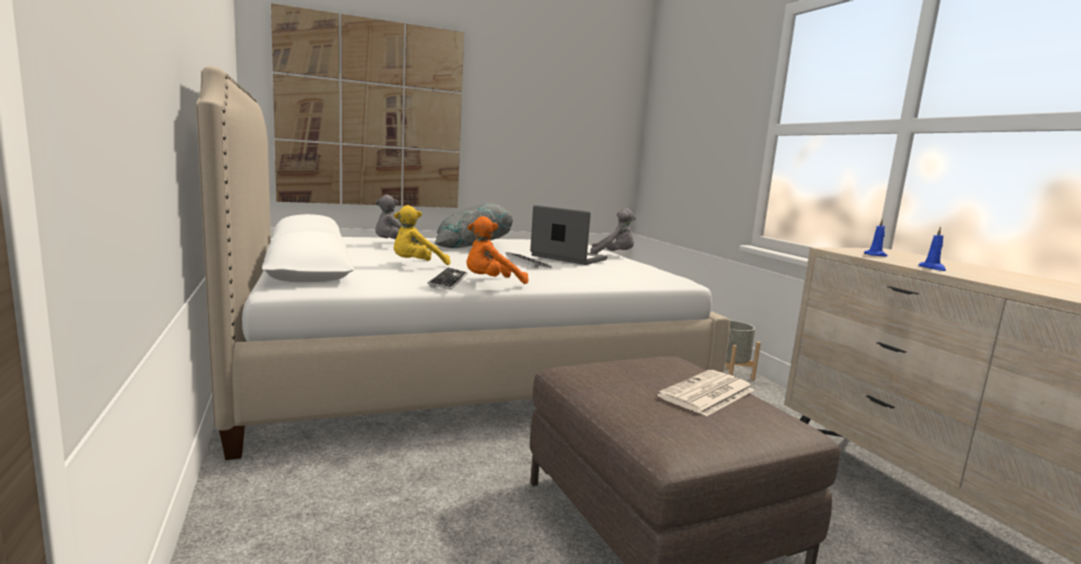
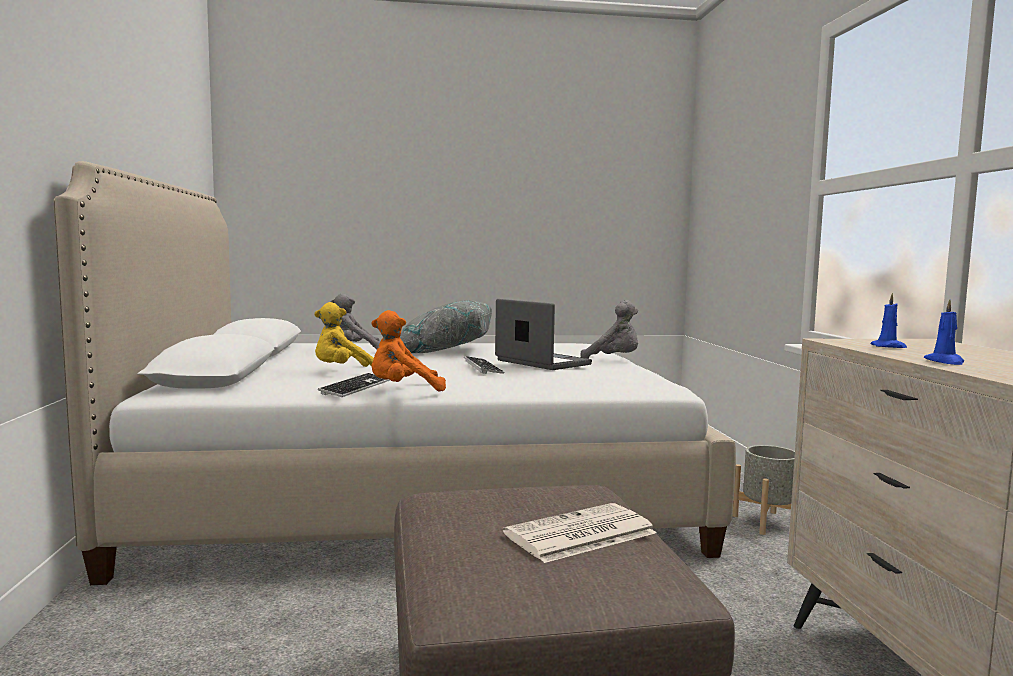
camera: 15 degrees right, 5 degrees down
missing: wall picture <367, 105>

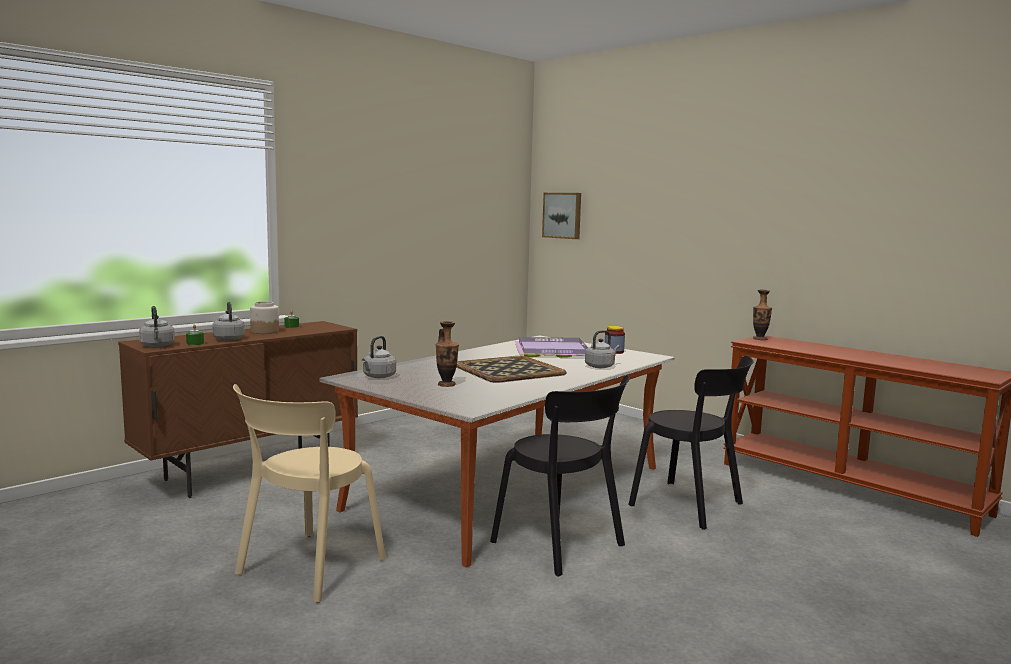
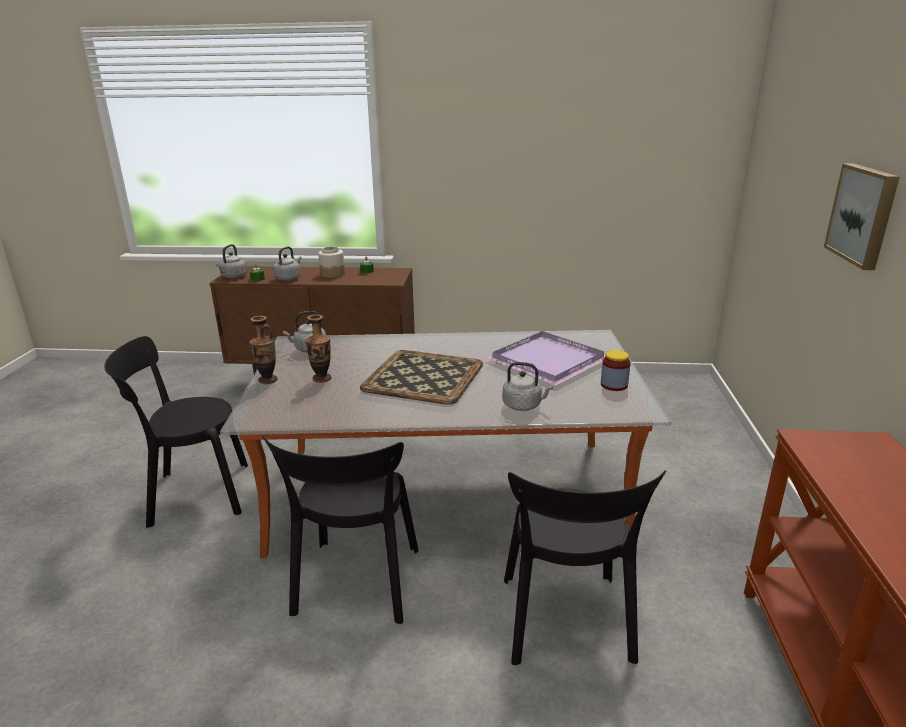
camera: 50 degrees right, 15 degrees up
relocated: decorative vase <762, 314> to <263, 350>; wall picture <561, 216> to <862, 217>
colour: beige-coloured chair <309, 493> to blackish chair <176, 432>

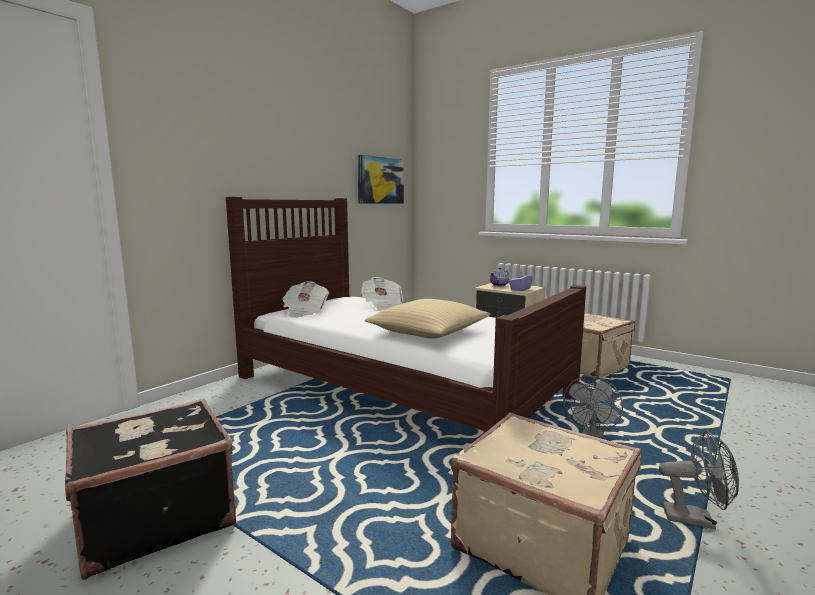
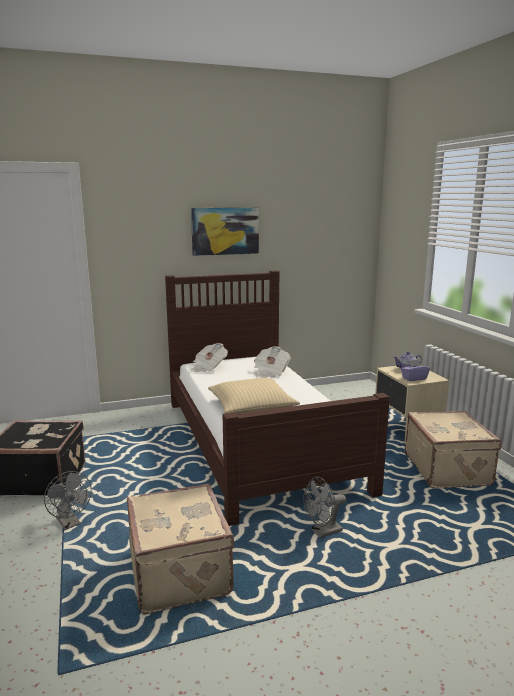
camera: 35 degrees right, 5 degrees up
relocated: greyish electric fan <699, 479> to <68, 500>; wall picture <381, 179> to <225, 232>

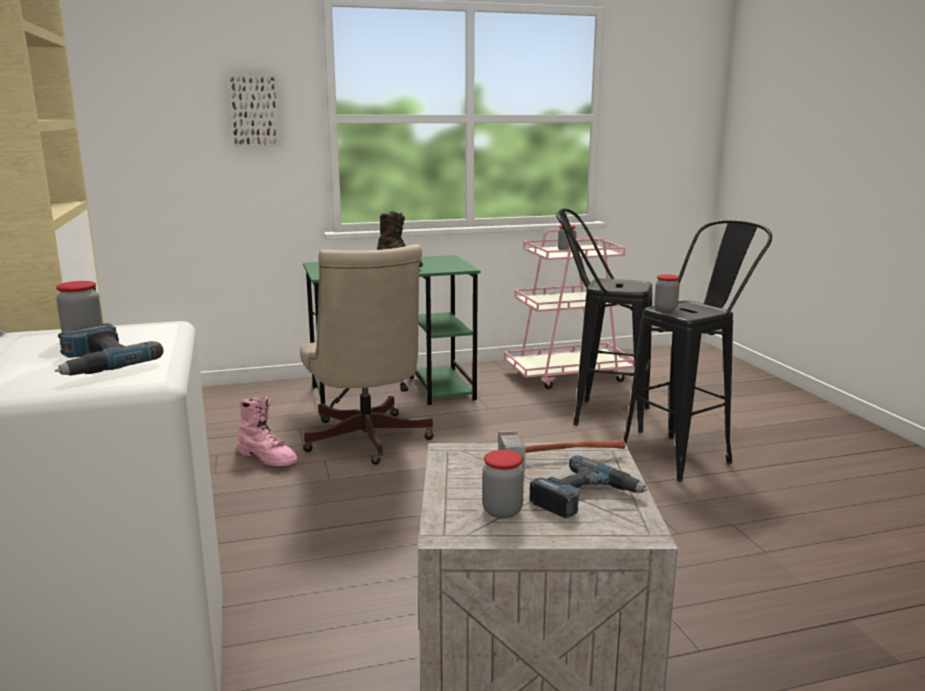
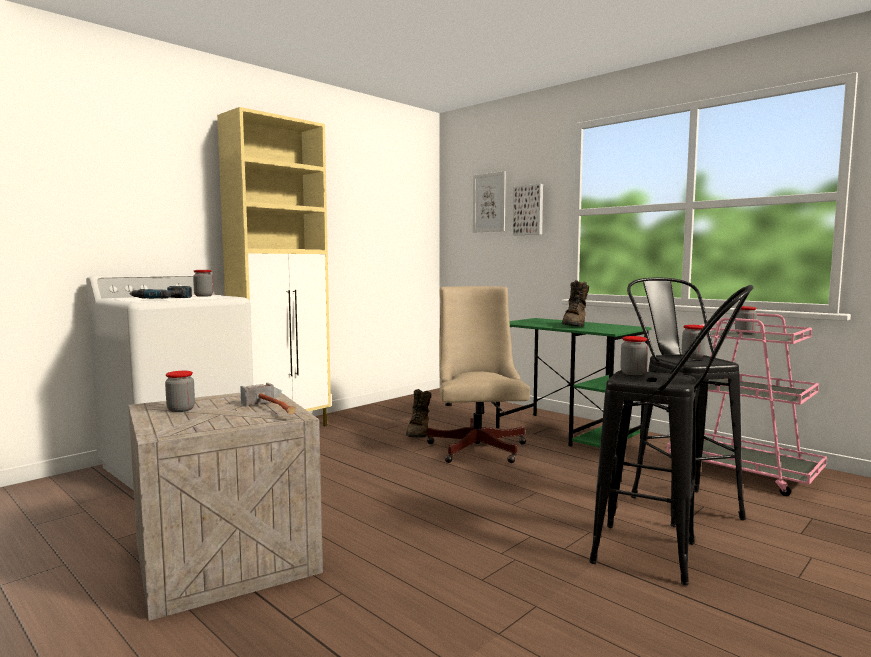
camera: 60 degrees right, 10 degrees down
missing: power drill <589, 486>
appeared: wall picture <489, 202>; storage jar <694, 341>
colour: pinkish high-top boot <267, 431> to brown-coloured high-top boot <418, 413>
spun: beige-coloured computer chair <367, 354> = <478, 374> 135 degrees clockwise

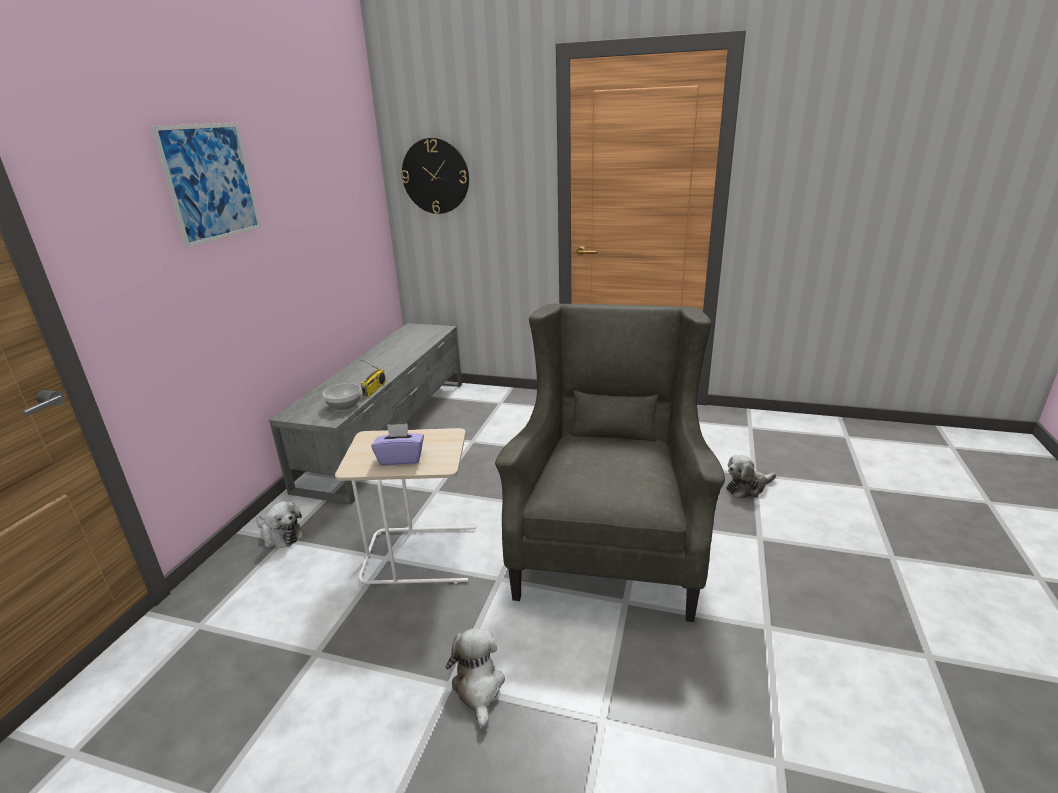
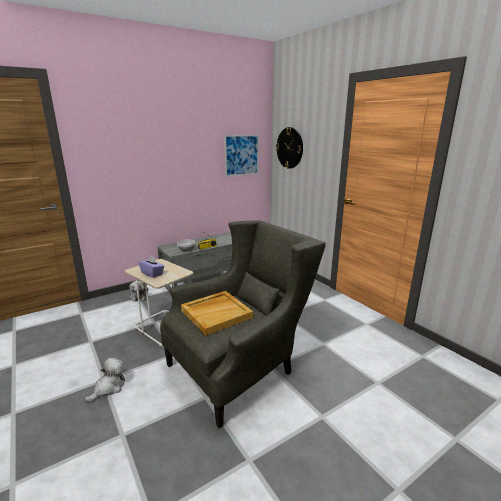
camera: 40 degrees right, 5 degrees down
missing: plush toy <751, 476>
appeared: beige-coloured tray <217, 313>
relocated: wall picture <206, 185> to <241, 156>

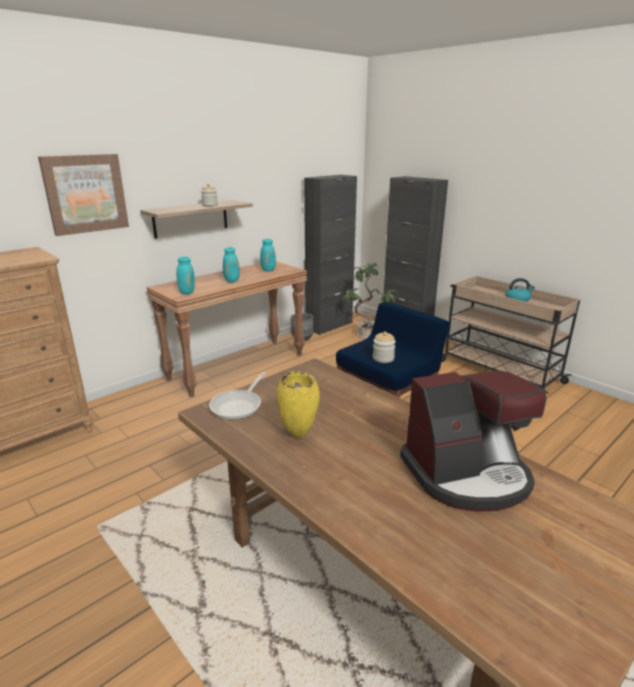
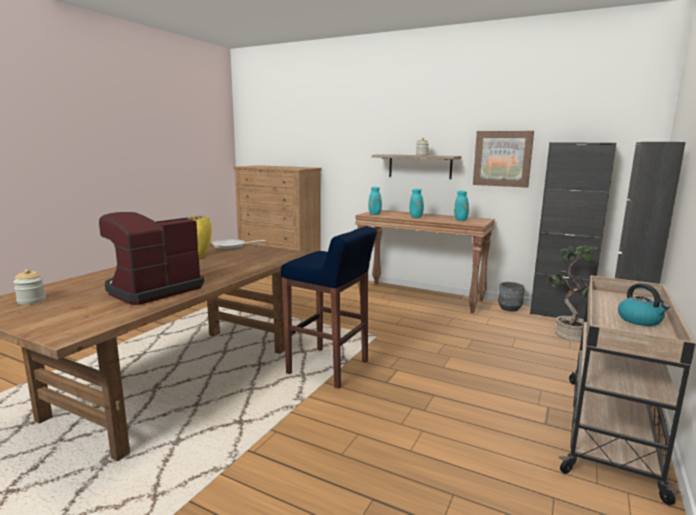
camera: 70 degrees right, 10 degrees down
relocated: storage jar <384, 347> to <29, 287>; wall picture <83, 195> to <503, 159>
spun: coffee brewer <473, 441> = <151, 258> 75 degrees clockwise

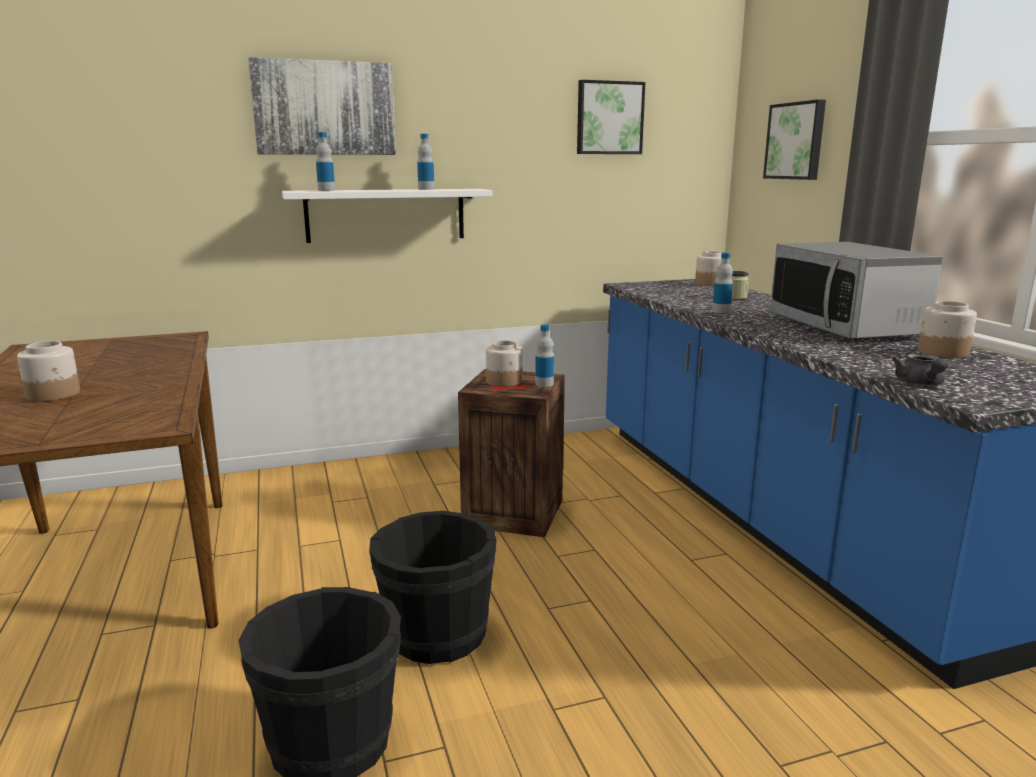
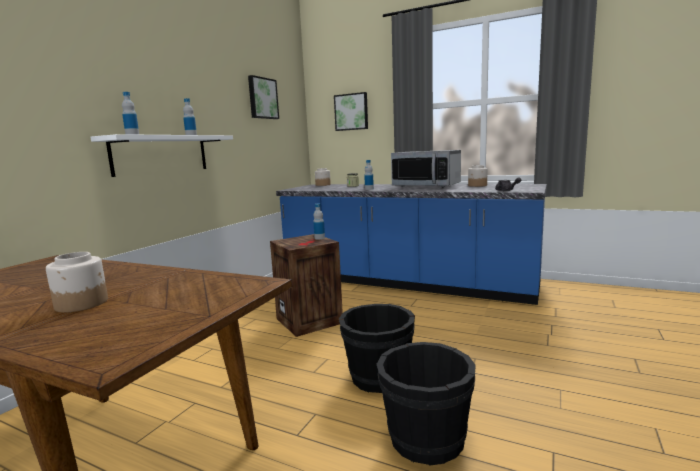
camera: 45 degrees left, 5 degrees down
missing: wall picture <322, 106>; storage jar <504, 363>

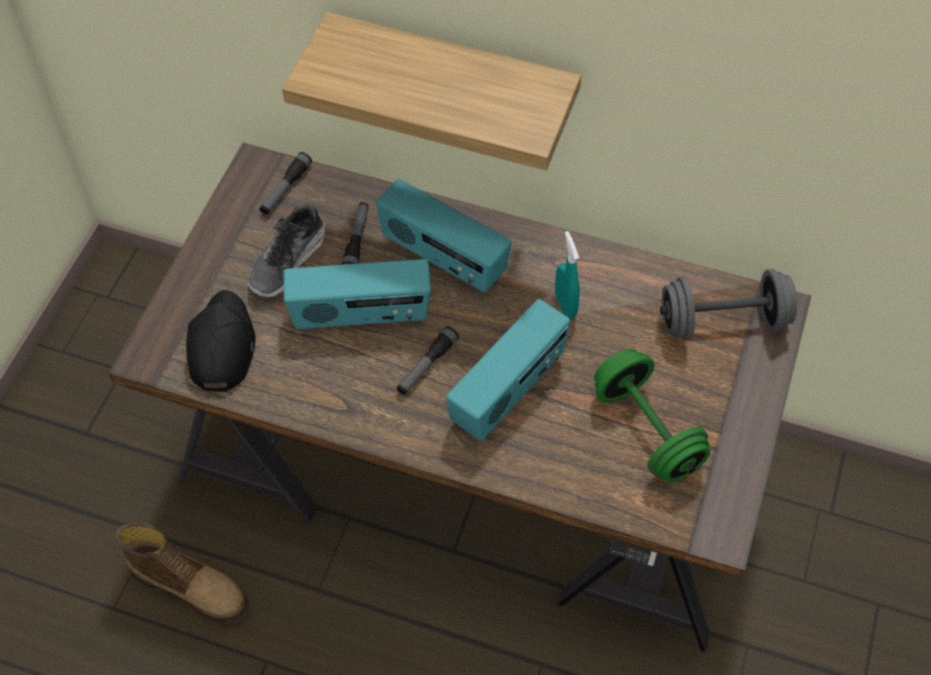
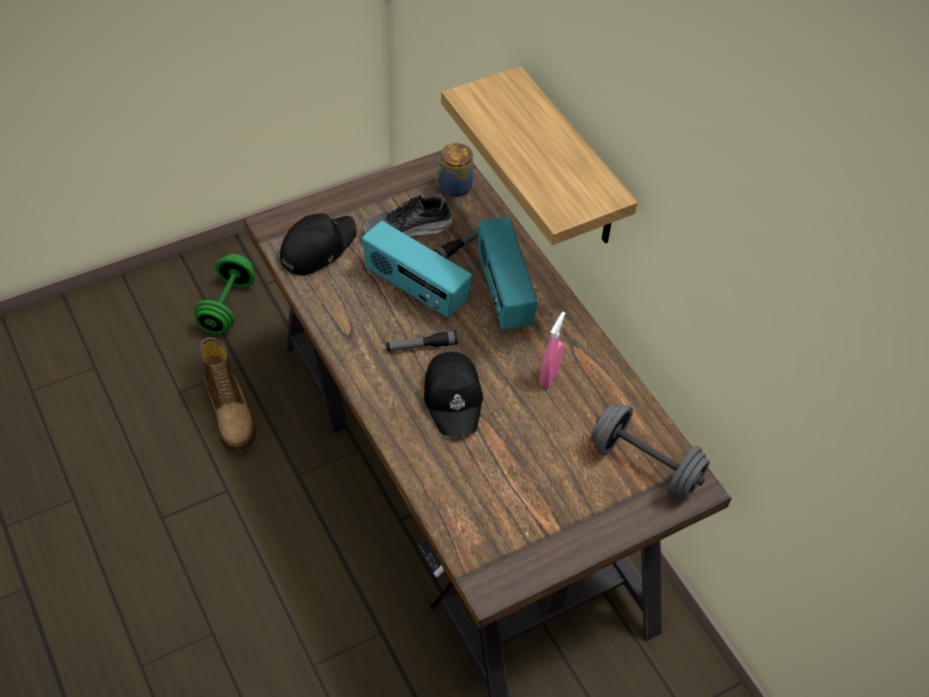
camera: 40 degrees right, 5 degrees down
relocated: green-coloured free weight <652, 415> to <224, 294>
exchanged: radio <508, 370> to blackish baseball cap <453, 394>; torch <286, 183> to storage jar <454, 170>
colour: blue-green hand sprayer <567, 275> to pinkish hand sprayer <552, 350>

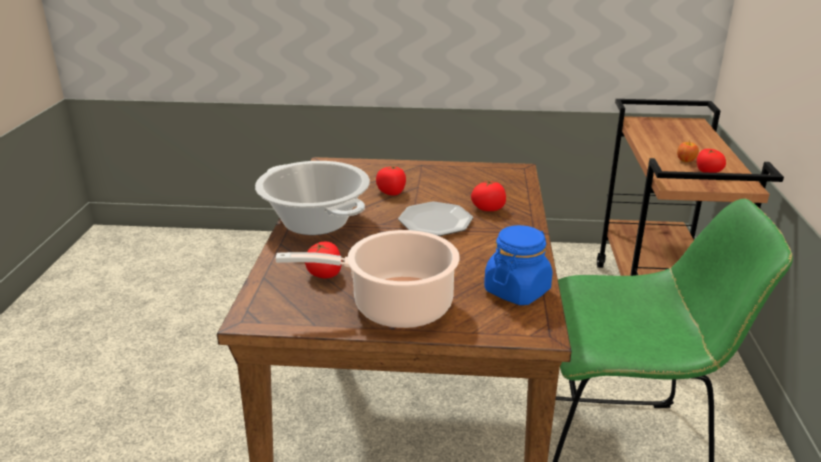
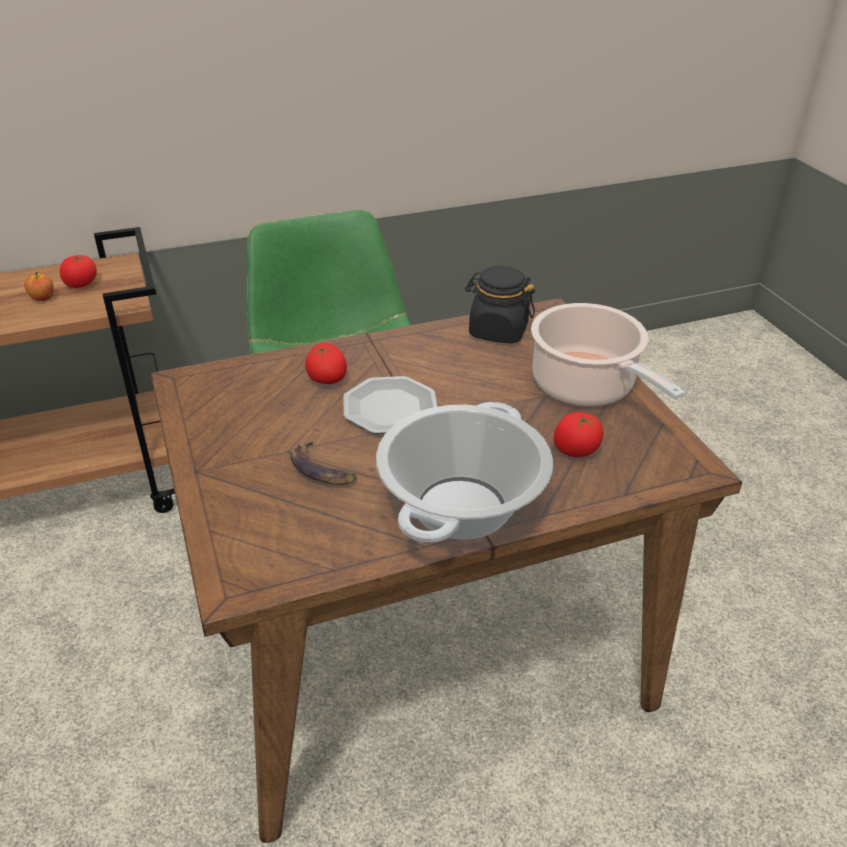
camera: 115 degrees left, 10 degrees up
exchanged: fresh tomato <391, 180> to whole banana <323, 462>
colour: bluish storage jar <518, 265> to blackish storage jar <500, 305>

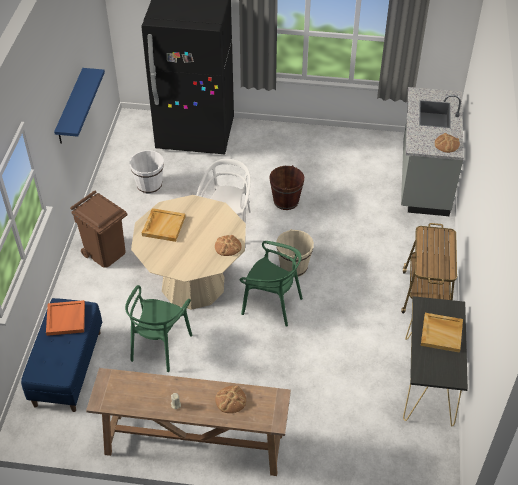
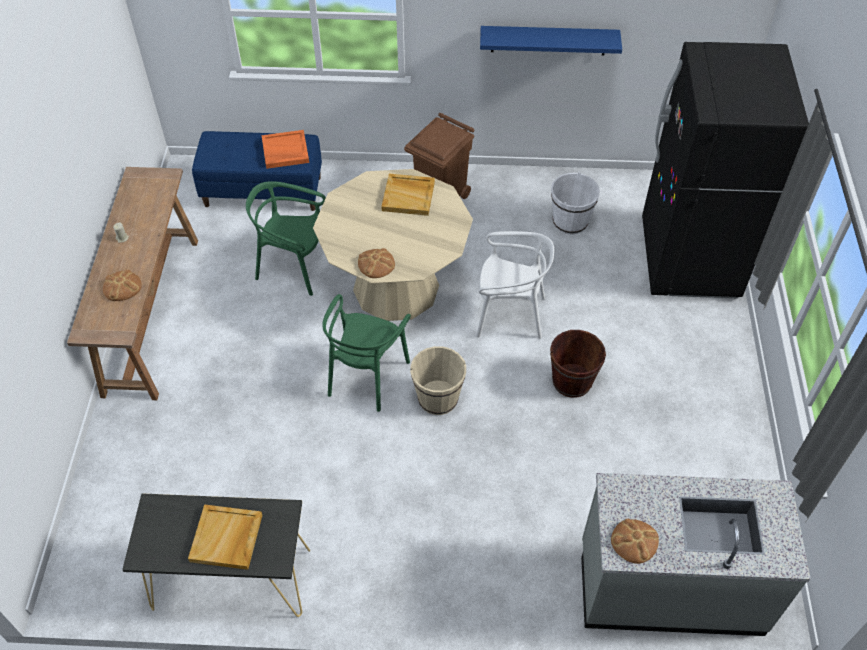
camera: 85 degrees right, 5 degrees up
missing: cart <429, 268>

